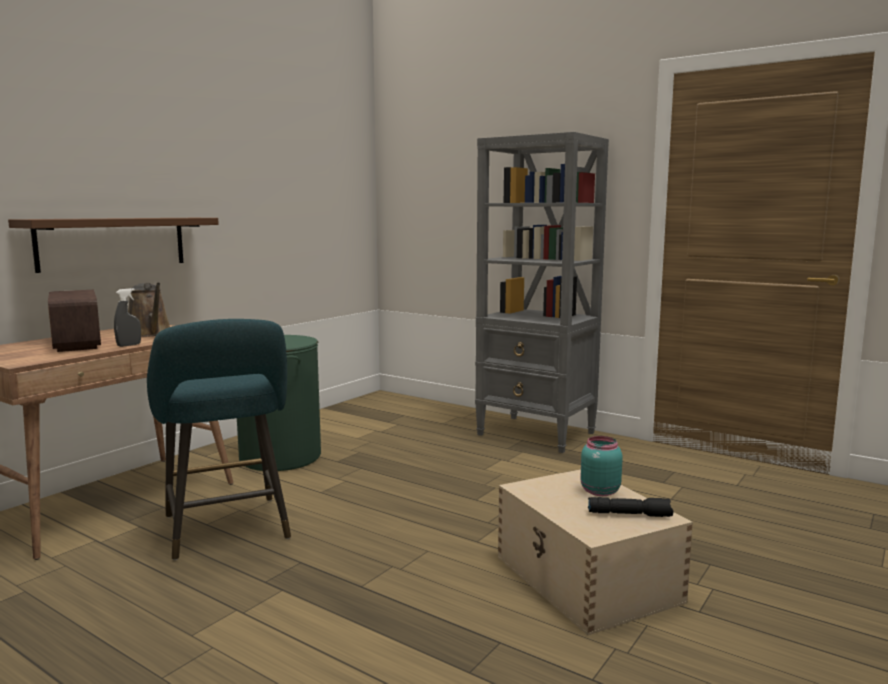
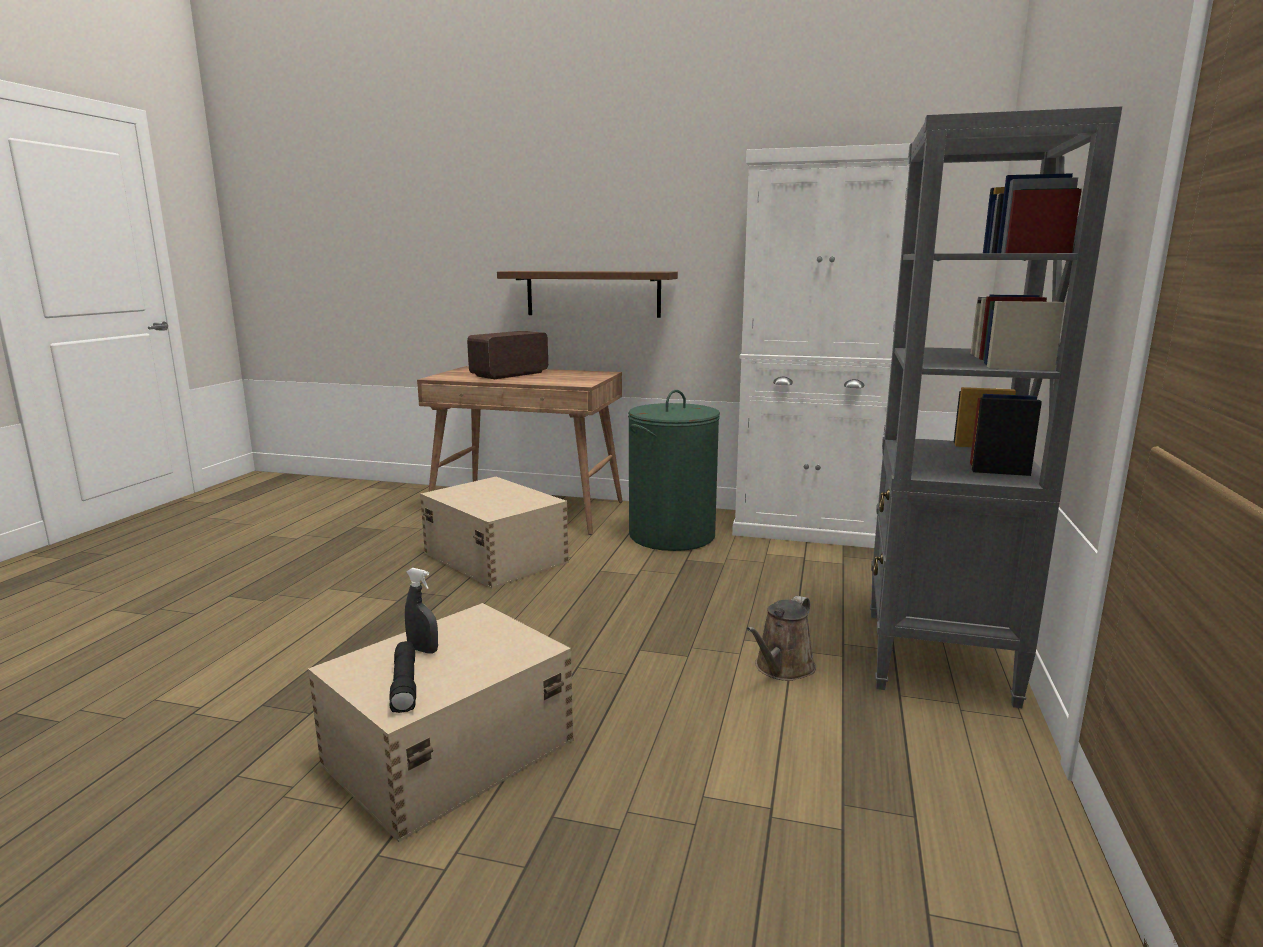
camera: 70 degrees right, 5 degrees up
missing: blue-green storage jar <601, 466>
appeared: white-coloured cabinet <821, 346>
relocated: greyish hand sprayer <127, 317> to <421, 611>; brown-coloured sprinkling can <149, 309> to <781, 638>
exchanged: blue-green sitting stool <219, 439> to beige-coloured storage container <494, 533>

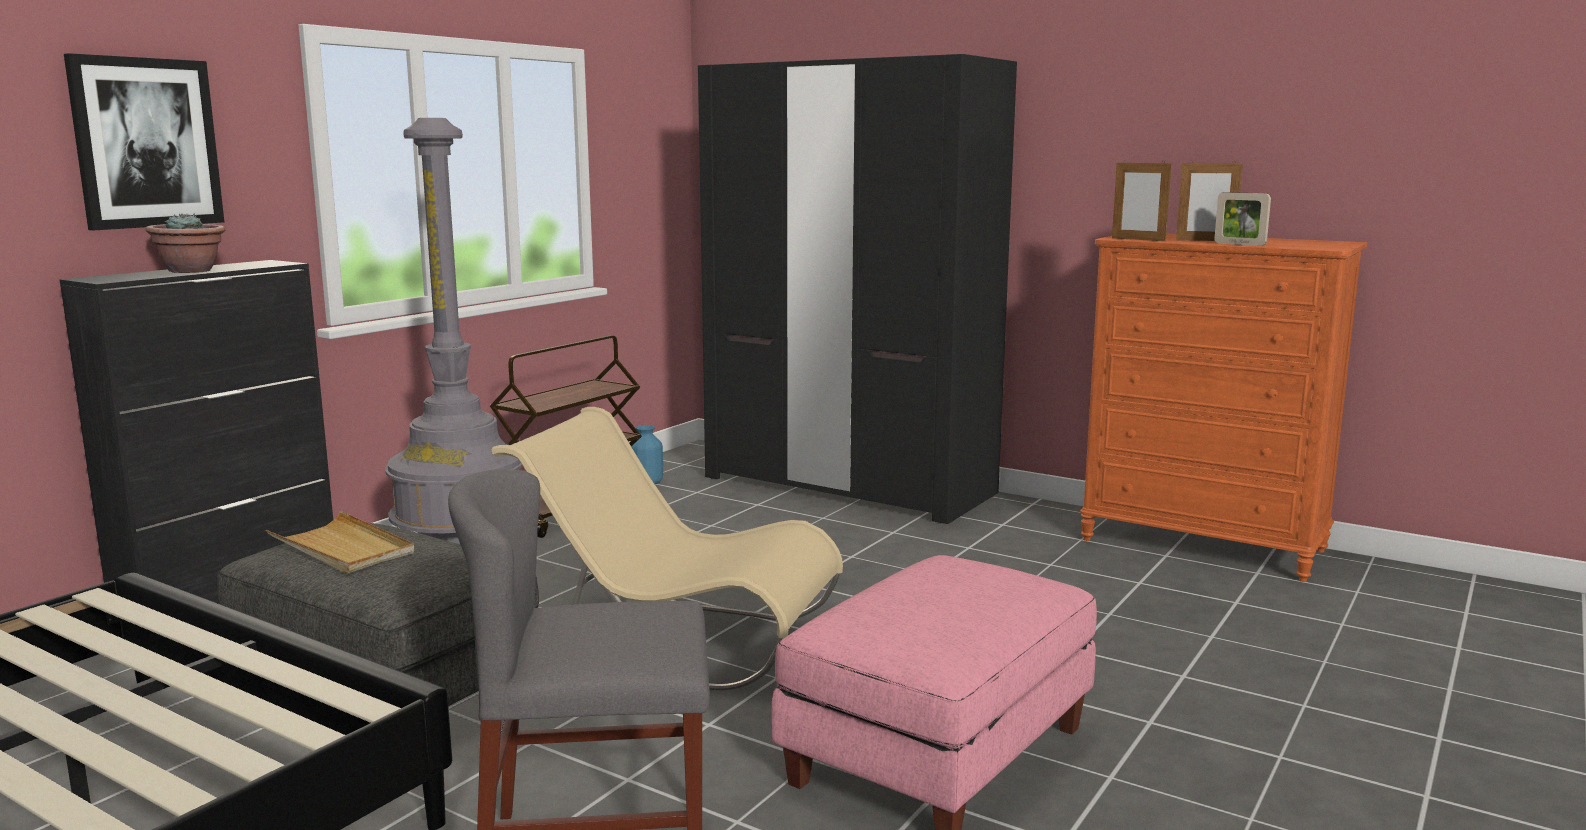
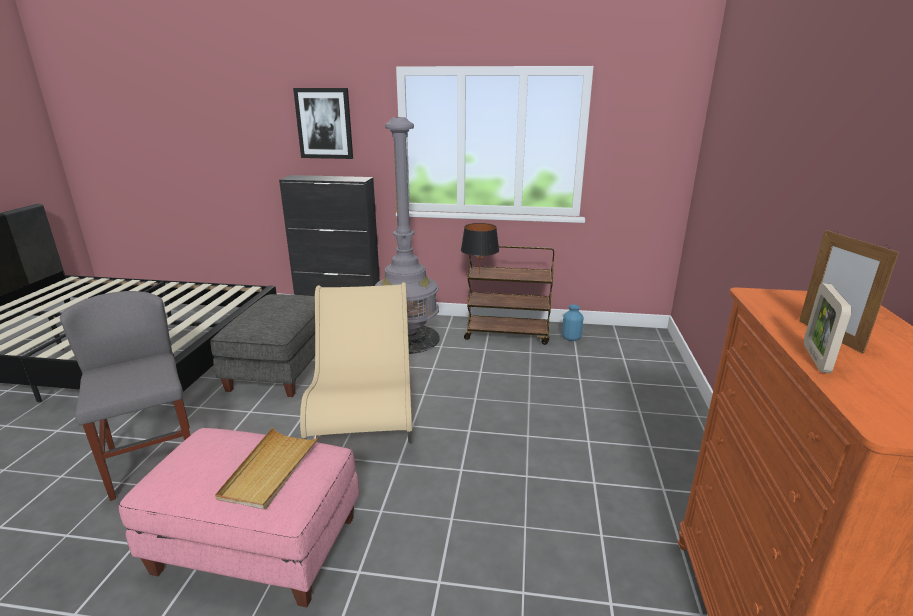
camera: 65 degrees right, 10 degrees up
missing: plant in a pot <185, 243>; blackish clothes cupboard <857, 289>; standing frame <1142, 200>
appeared: blackish lamp for a table <480, 248>
relocated: beige-coloured tray <340, 542> to <268, 468>

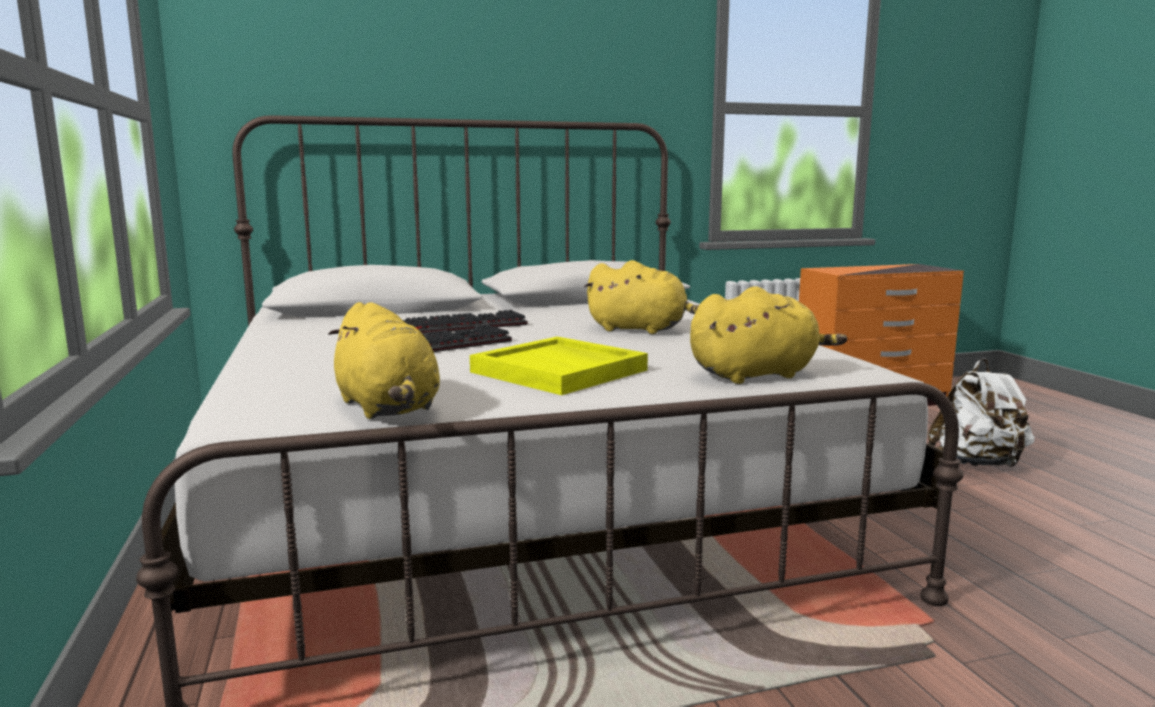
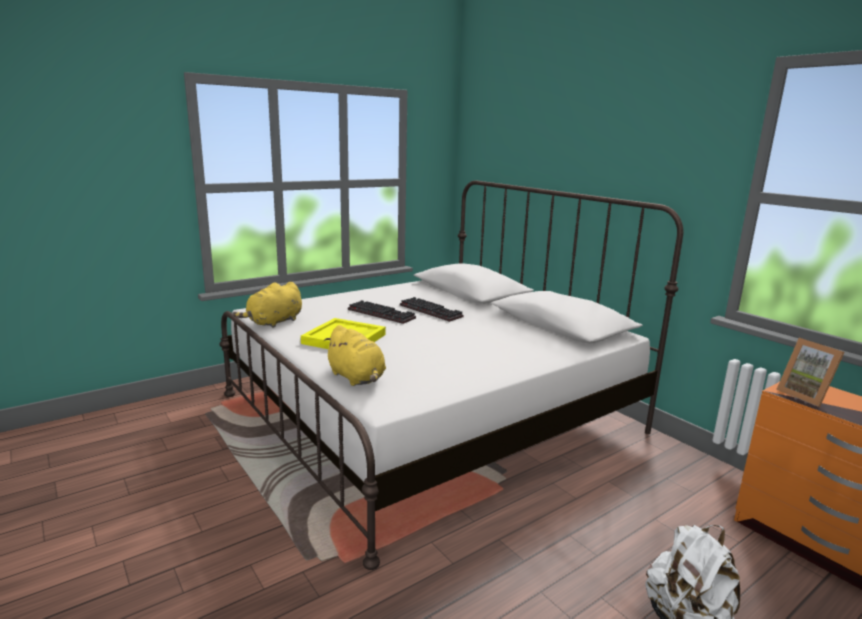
camera: 70 degrees right, 5 degrees up
missing: yellowish plush toy <641, 297>
appeared: standing frame <810, 372>

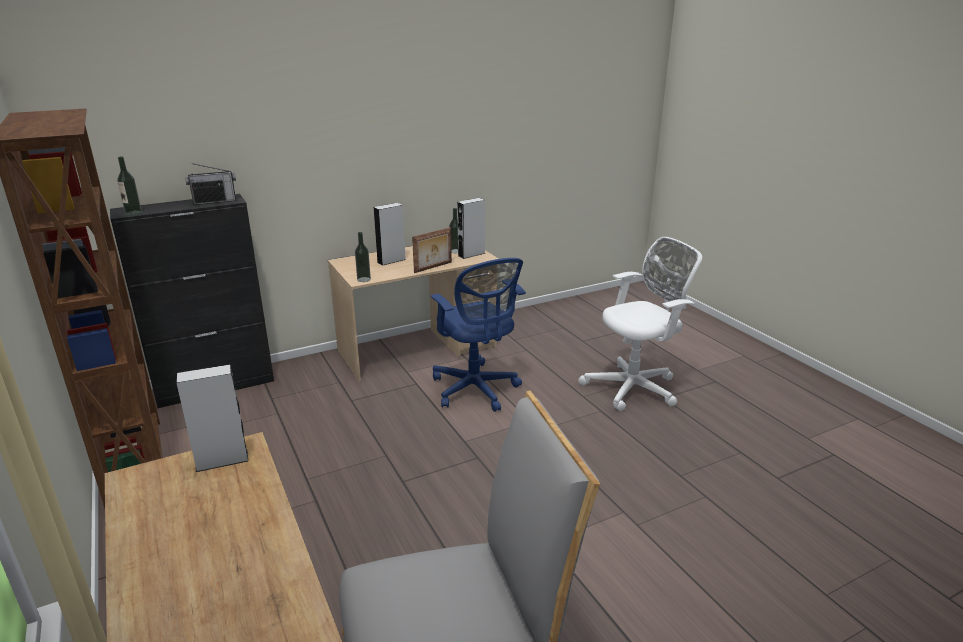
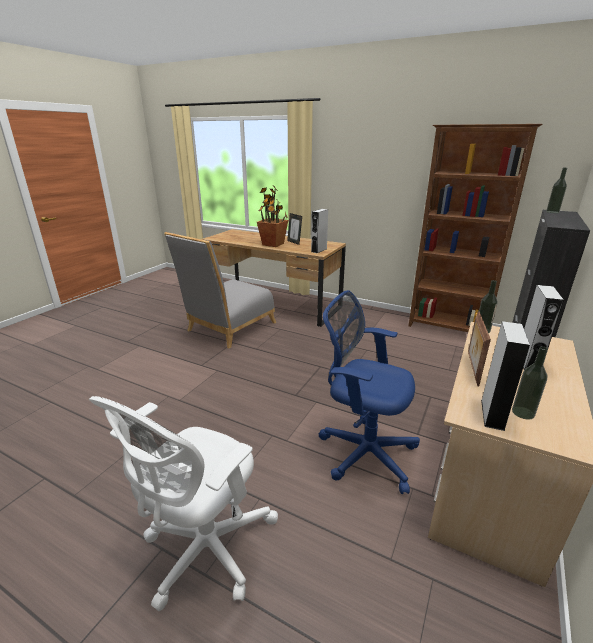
camera: 145 degrees right, 0 degrees up
missing: radio <210, 184>
appeared: plant in a pot <272, 216>; standing frame <294, 229>

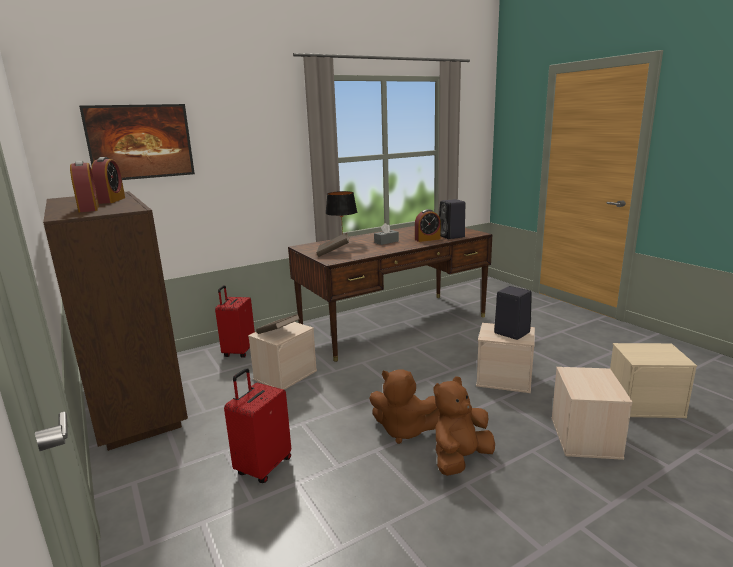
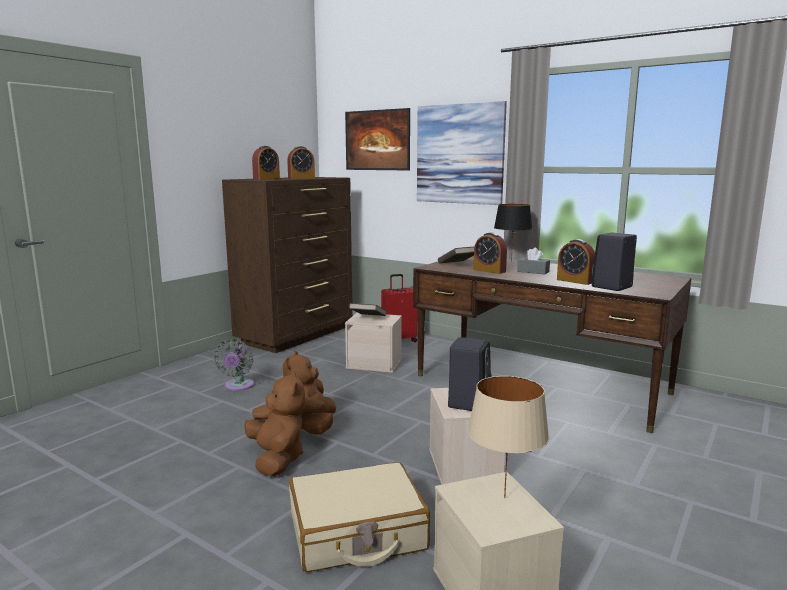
camera: 65 degrees right, 5 degrees down
appeared: wall picture <462, 153>; beige-coloured lamp for a table <508, 437>; bedside clock <490, 253>
exchanged: red travel case <257, 425> to greyish electric fan <234, 365>; beige-coloured storage container <592, 413> to beige-coloured travel case <359, 517>
spun: brown-coloured plush toy <464, 426> = <274, 423> 45 degrees clockwise

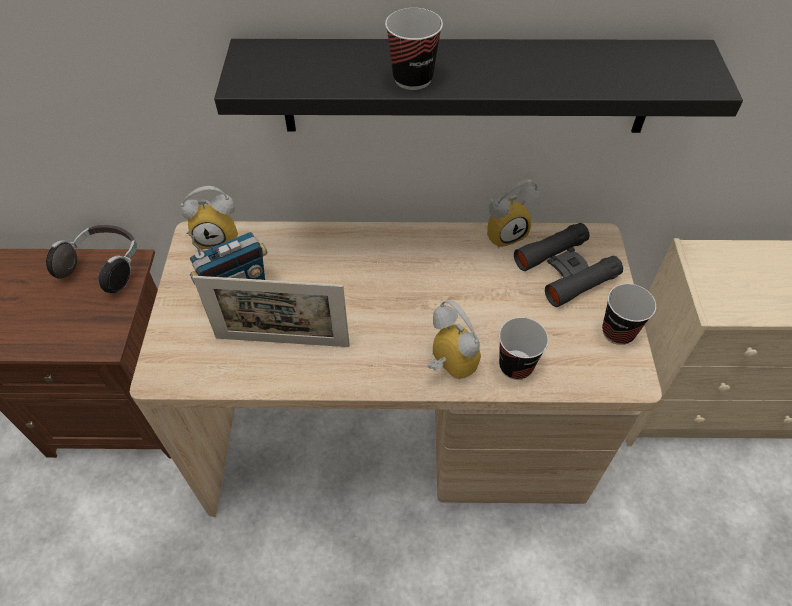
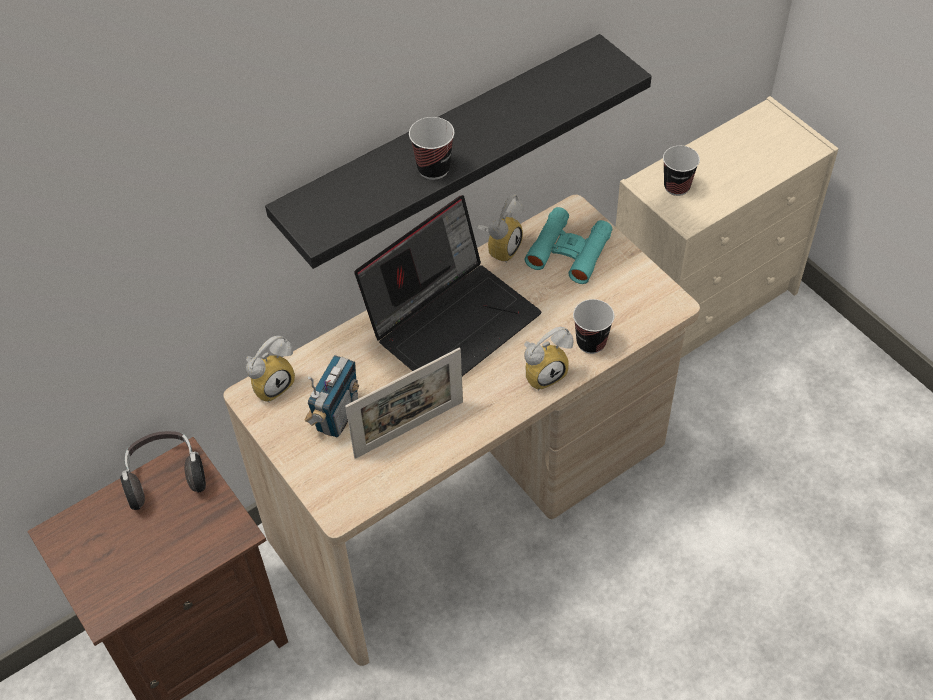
camera: 35 degrees left, 0 degrees up
appeared: notebook computer <447, 285>
relocated: drinking cup <629, 314> to <681, 171>
colour: blackish pair of binoculars <568, 265> to blue-green pair of binoculars <568, 245>
spun: bedside clock <454, 339> = <549, 359> 135 degrees clockwise

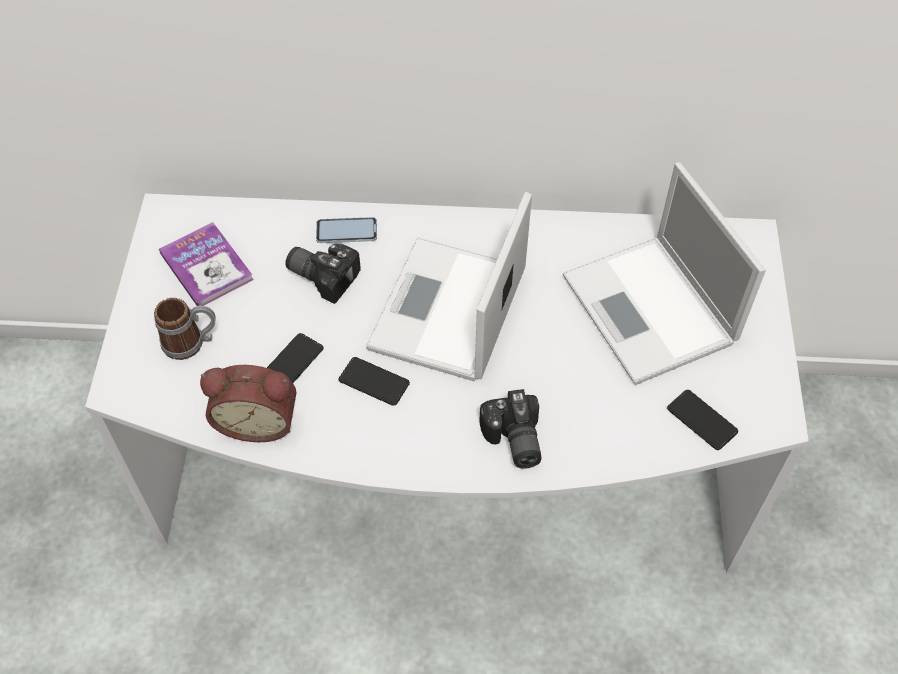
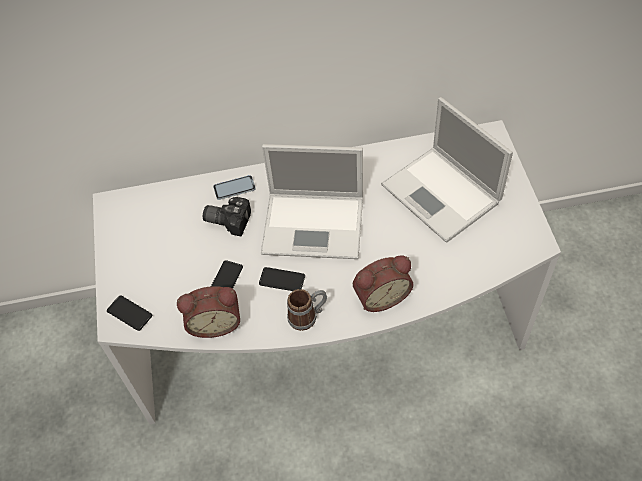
camera: 10 degrees left, 0 degrees up
missing: volume <206, 264>
relocated: handset <702, 420> to <129, 313>; mug <184, 329> to <307, 310>
exchanged: still camera <510, 429> to bedside clock <383, 283>
spun: notebook computer <449, 286> = <312, 201> 90 degrees counterclockwise

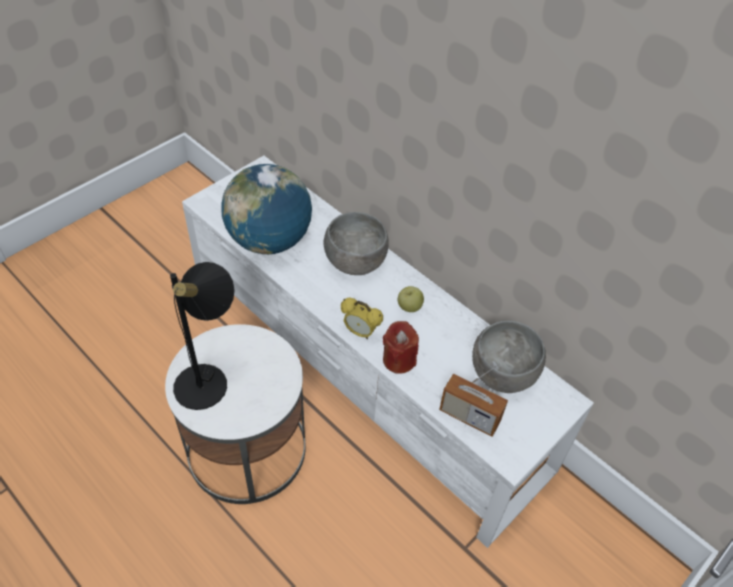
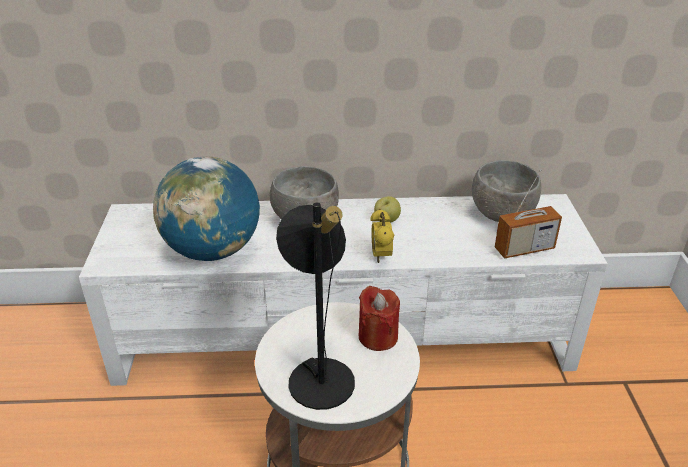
camera: 45 degrees left, 15 degrees down
relocated: red candle <401, 347> to <379, 318>
spun: bedside clock <362, 318> = <382, 236> 105 degrees clockwise

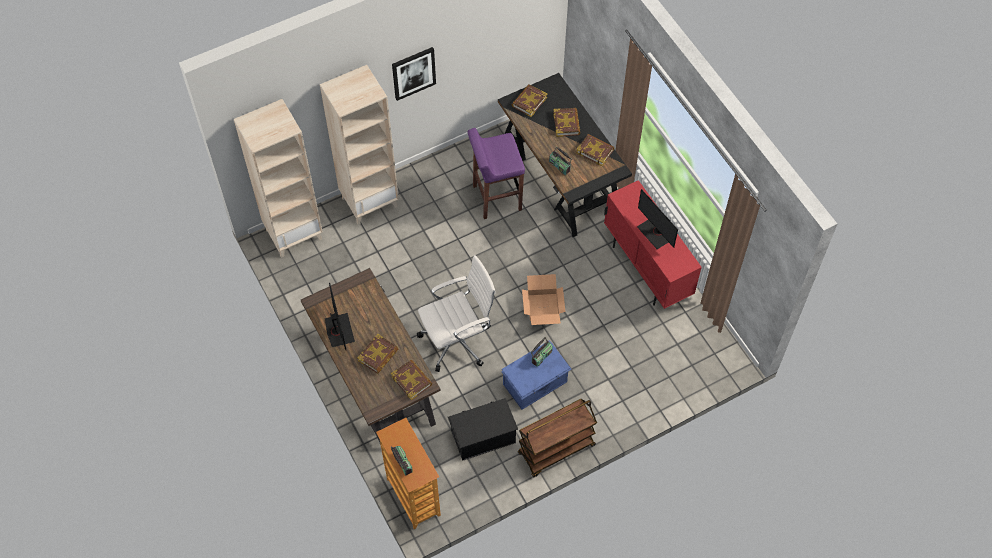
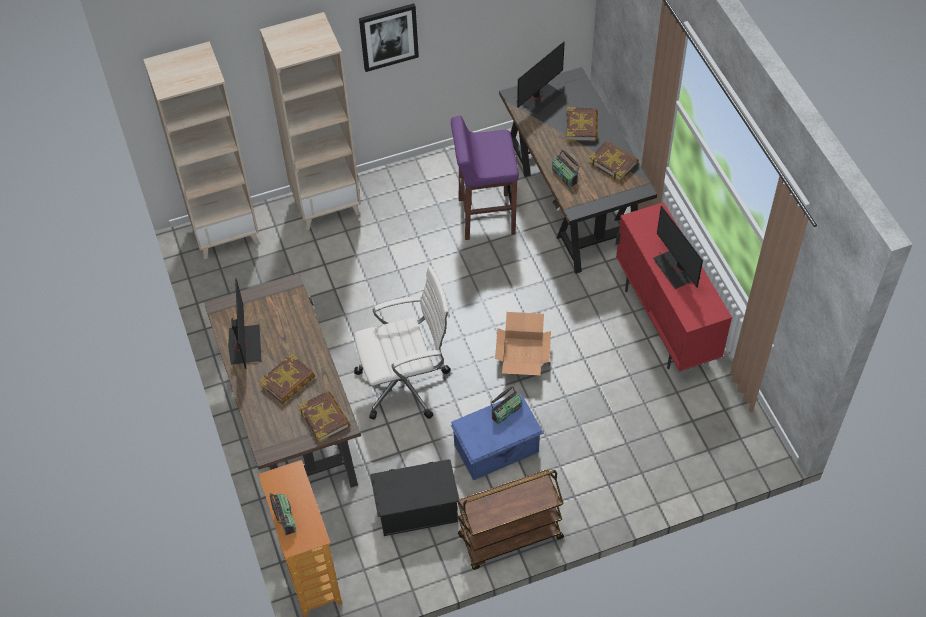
camera: 10 degrees right, 5 degrees down
exchanged: volume <529, 100> to computer display <541, 78>

